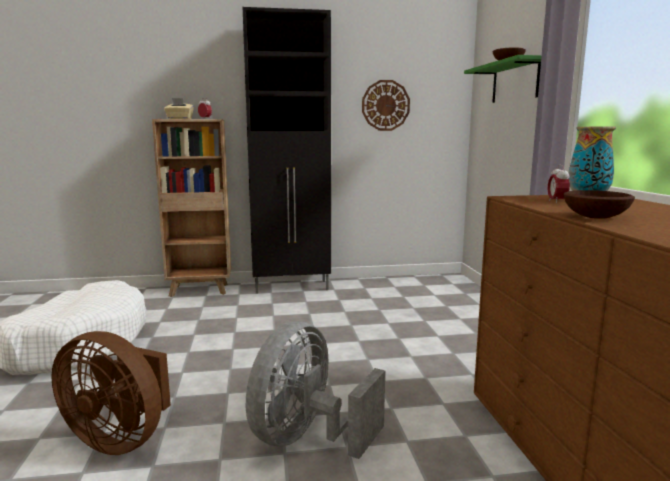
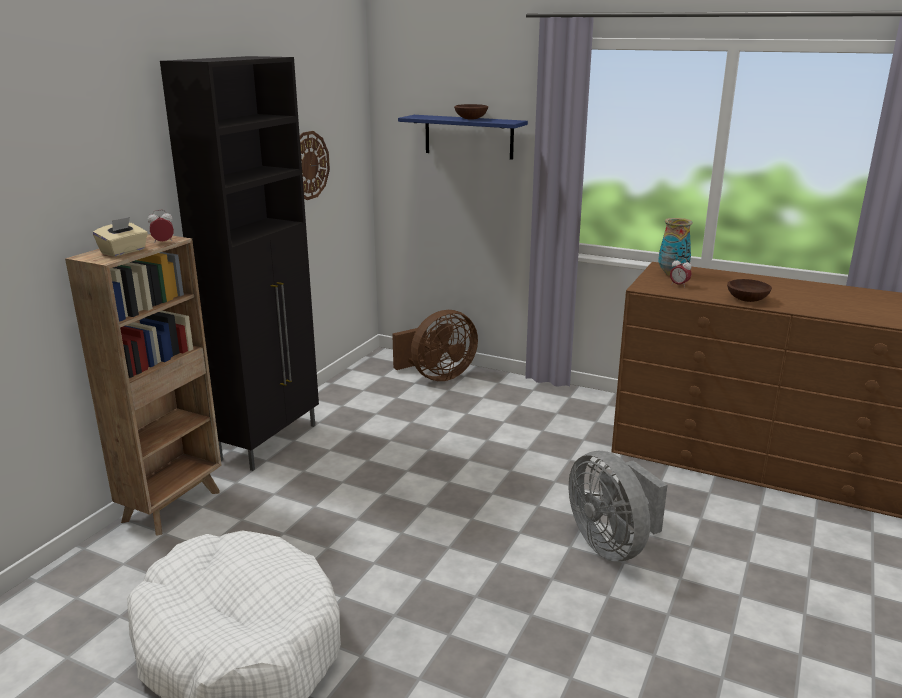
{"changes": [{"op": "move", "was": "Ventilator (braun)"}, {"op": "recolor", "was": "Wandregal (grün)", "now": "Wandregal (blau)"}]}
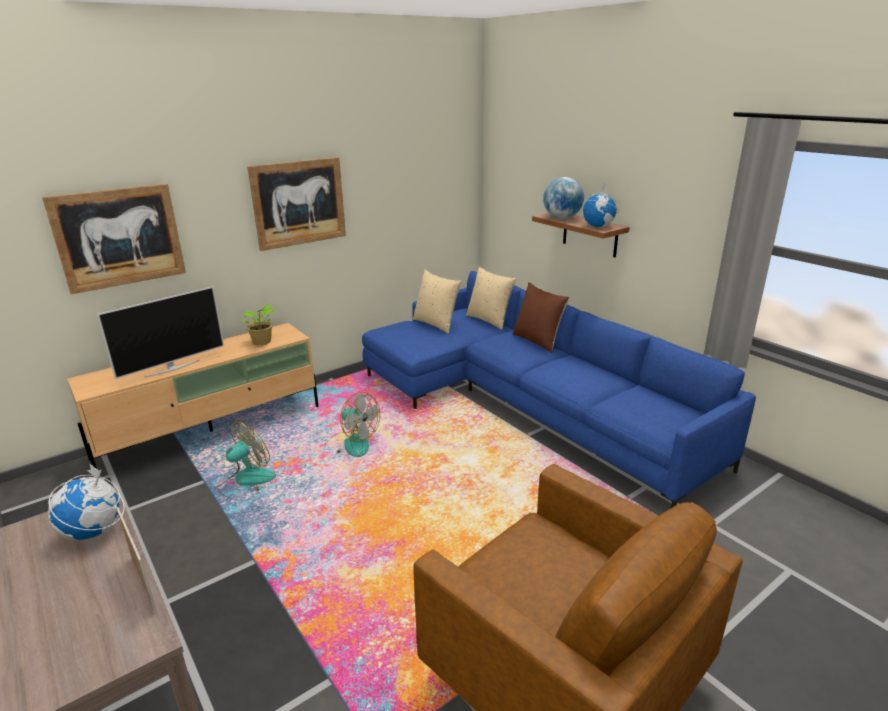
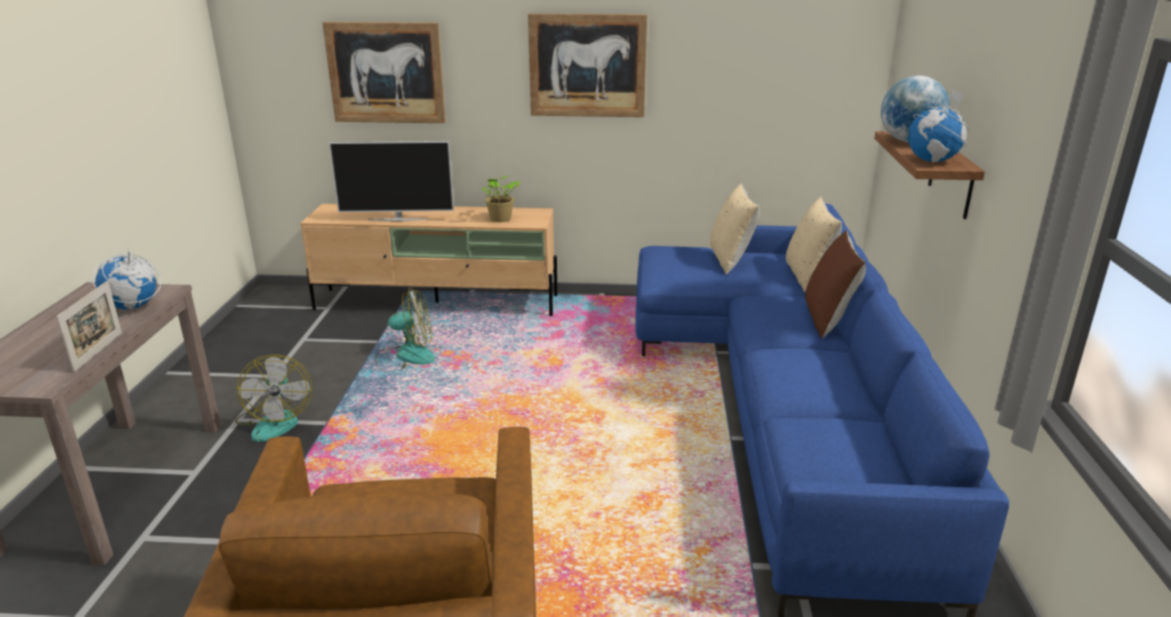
{"changes": [{"op": "move", "was": "Ventilator (2nd from left in the first image)", "now": "Ventilator (1st from left)"}]}
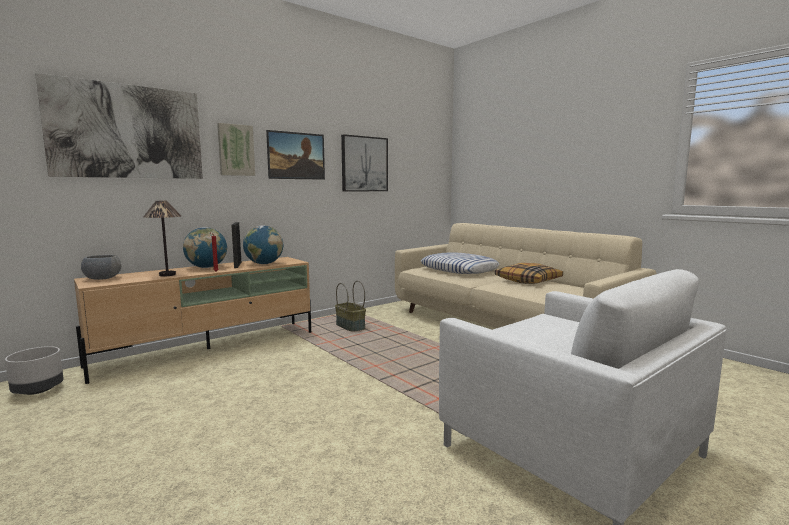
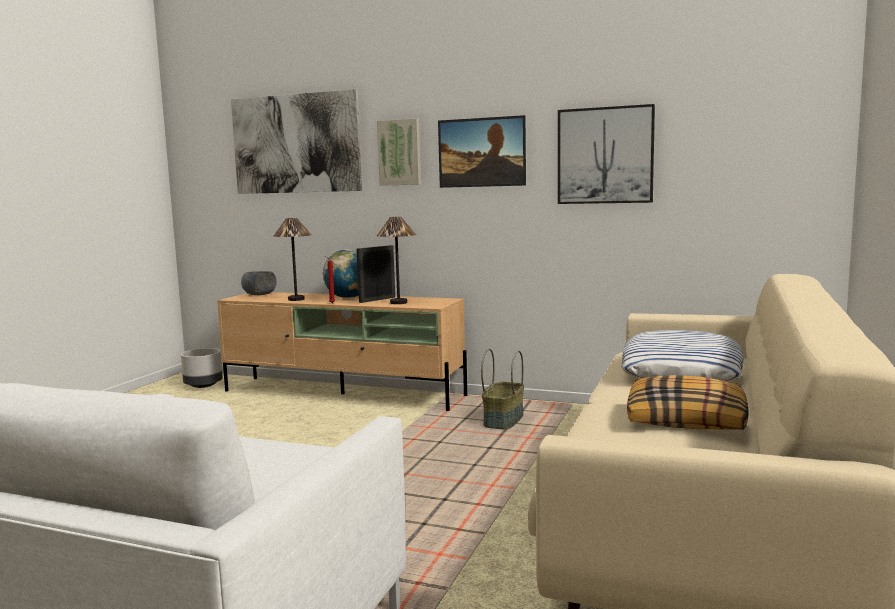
{"changes": [{"op": "replace", "was": "Globus (2nd from left)", "now": "Tischlampe (2nd from left)"}]}
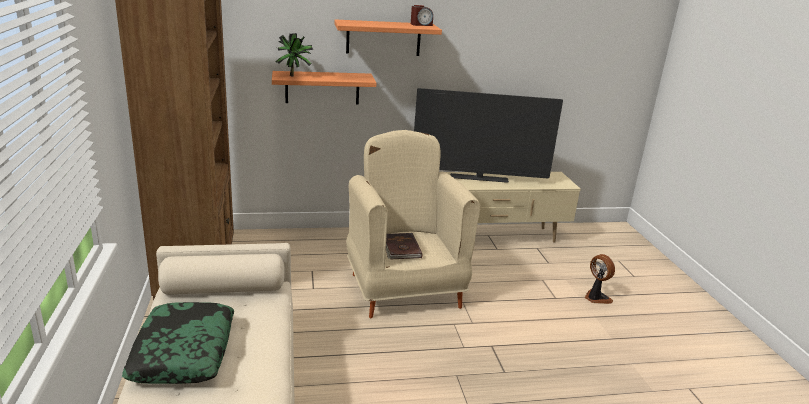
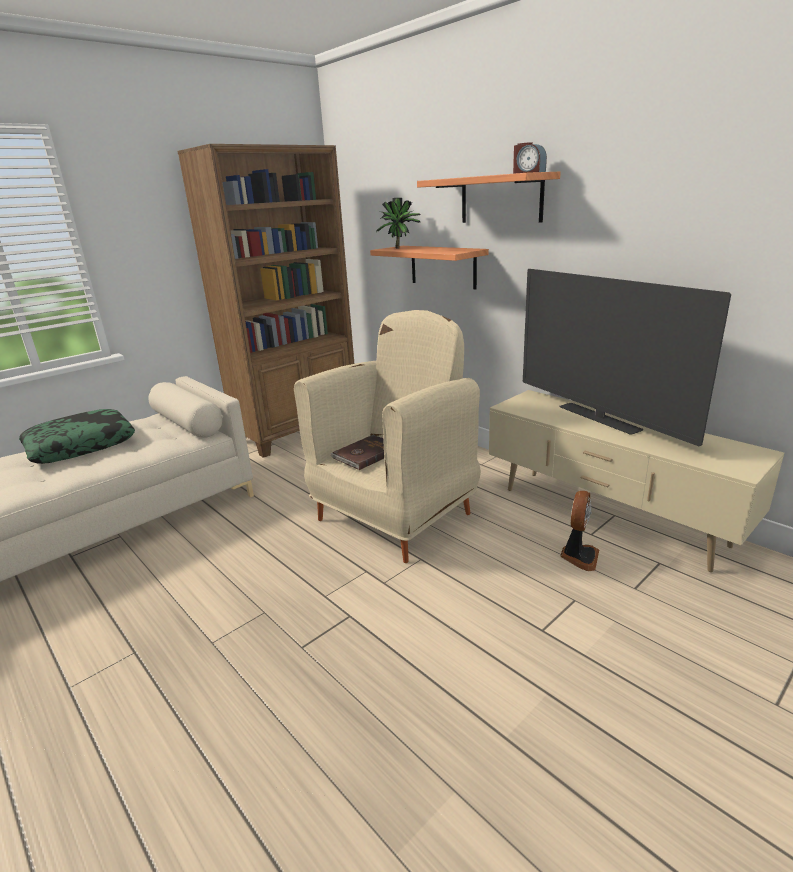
{"changes": [{"op": "move", "was": "Ventilator"}]}
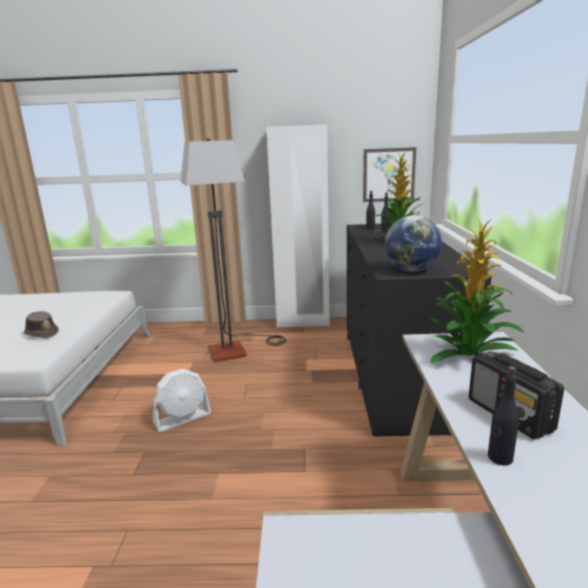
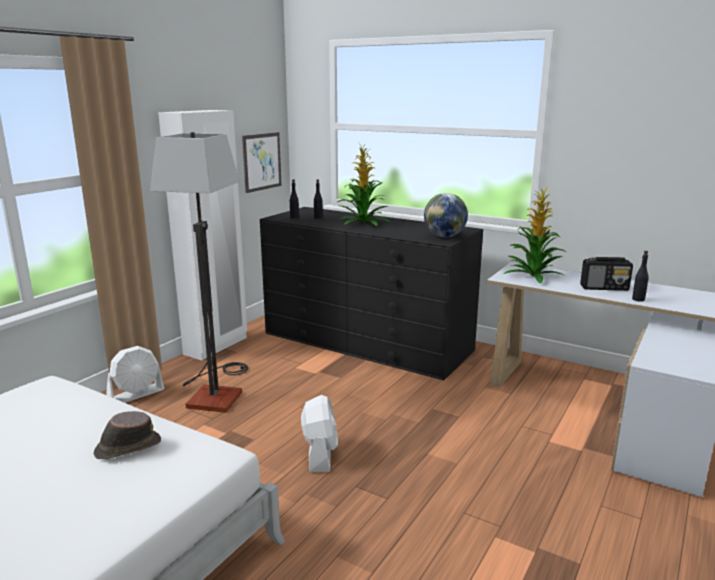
{"changes": [{"op": "insert", "now": "Ventilator (weiß) (1st from left)"}]}
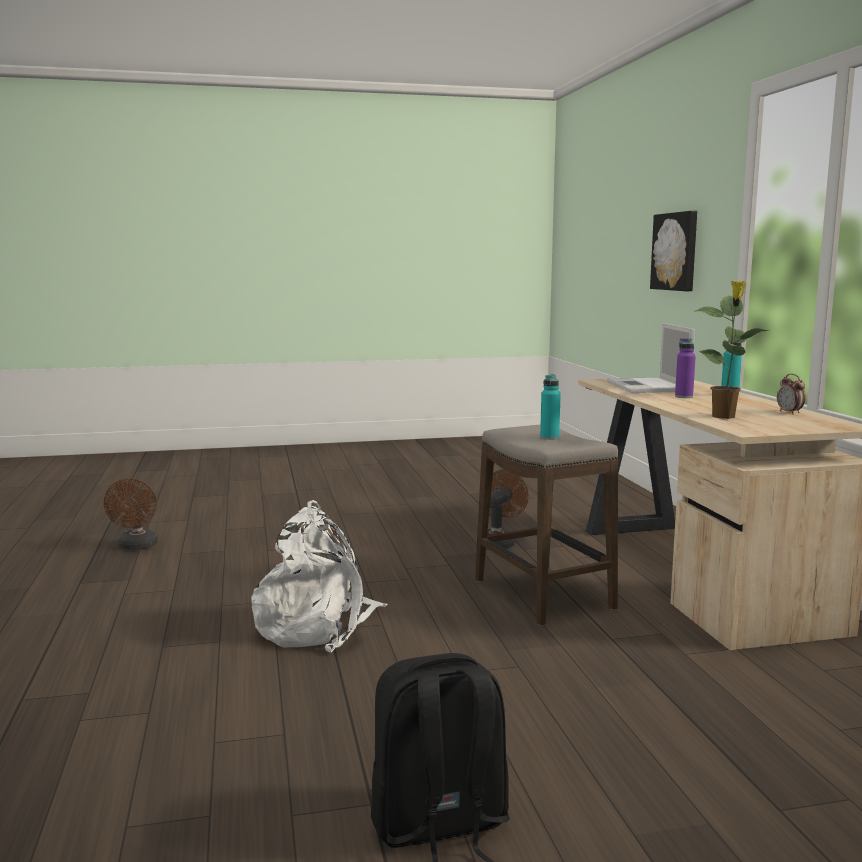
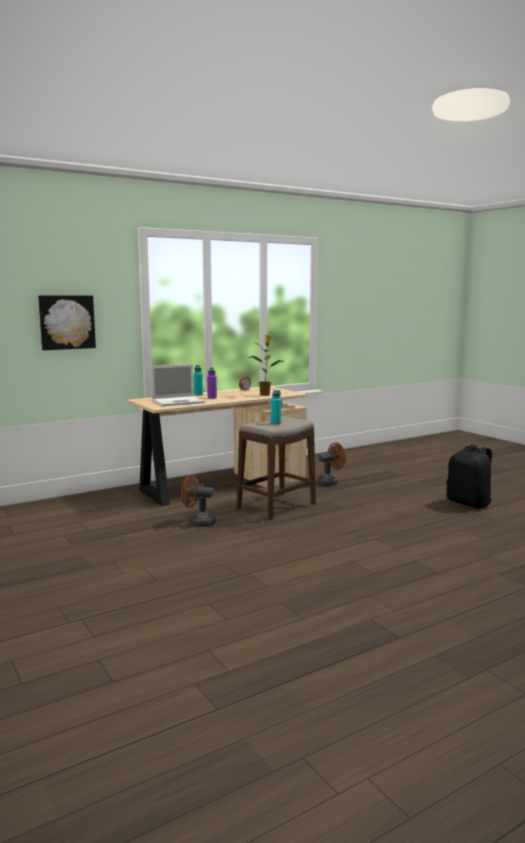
{"changes": [{"op": "delete", "was": "Rucksack (weiß)"}, {"op": "move", "was": "Ventilator (braun) (1st from left in the first image)", "now": "Ventilator (braun) (2nd from left)"}]}
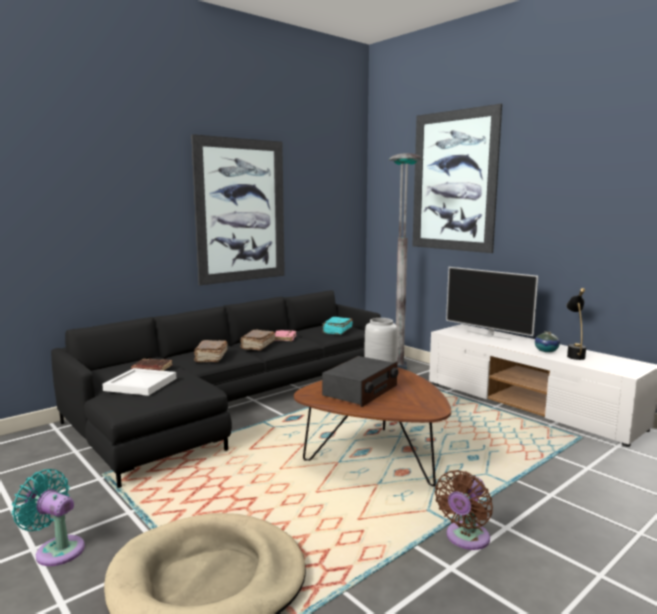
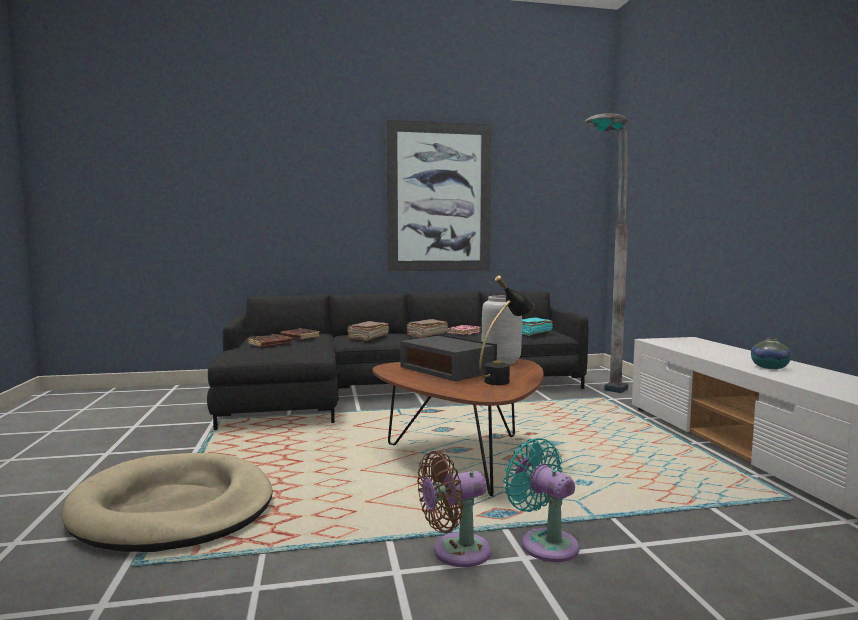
{"changes": [{"op": "delete", "was": "Bild (2nd from left)"}, {"op": "delete", "was": "Fernseher"}, {"op": "move", "was": "Ventilator (türkis)"}, {"op": "move", "was": "Tischlampe (schwarz)"}, {"op": "replace", "was": "Tablett (weiß)", "now": "Buch (braun) (1st from left)"}, {"op": "rotate", "was": "Radio", "clockwise": -105}]}
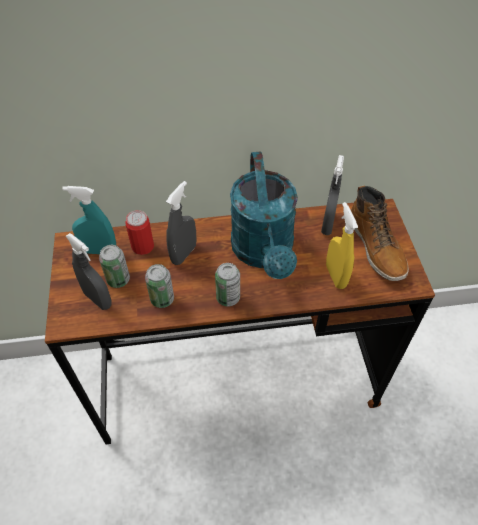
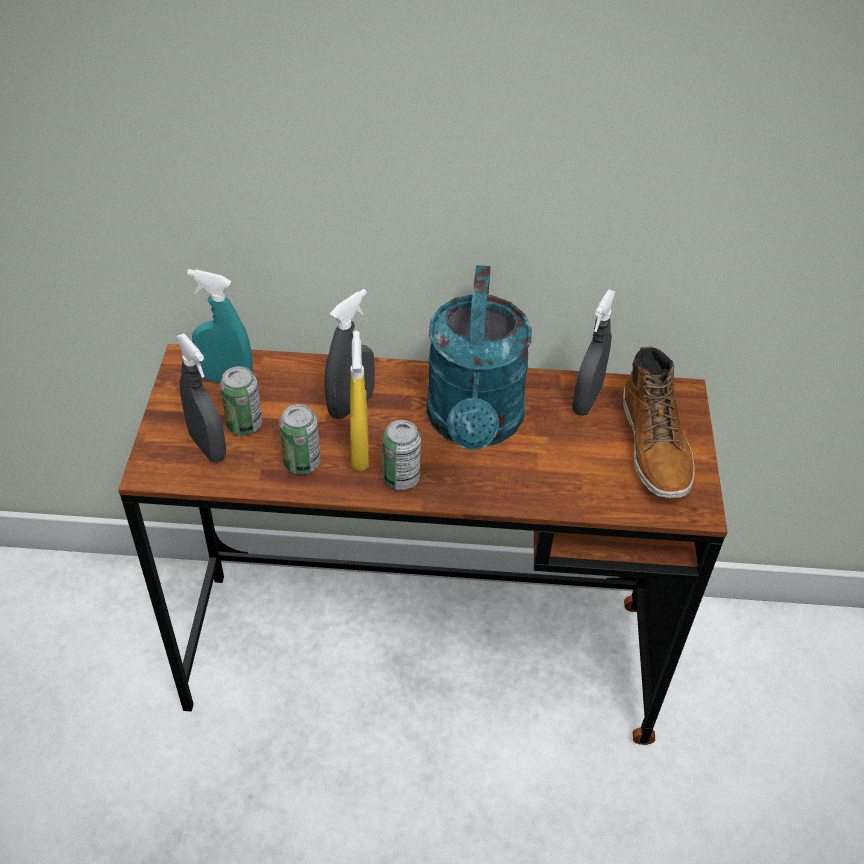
{"changes": [{"op": "delete", "was": "Dose (2nd from left)"}, {"op": "move", "was": "Sprühflasche (gelb)"}]}
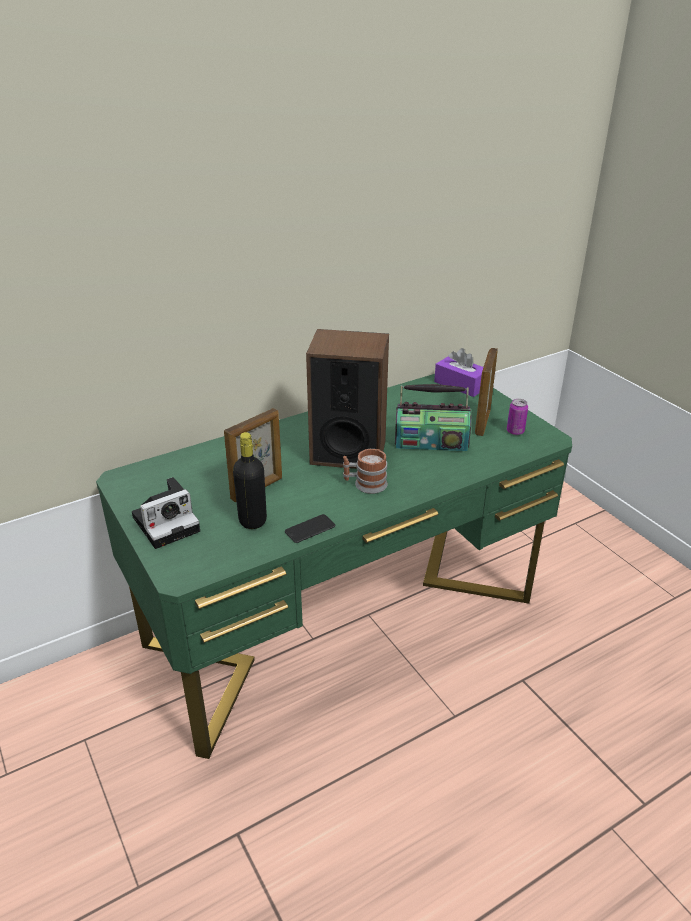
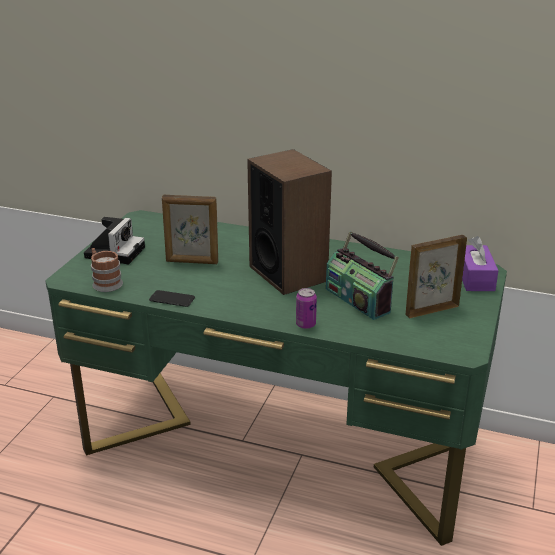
{"changes": [{"op": "delete", "was": "Flasche (schwarz)"}, {"op": "move", "was": "Henkelbecher"}, {"op": "move", "was": "Dose"}, {"op": "rotate", "was": "Kamera", "clockwise": -90}]}
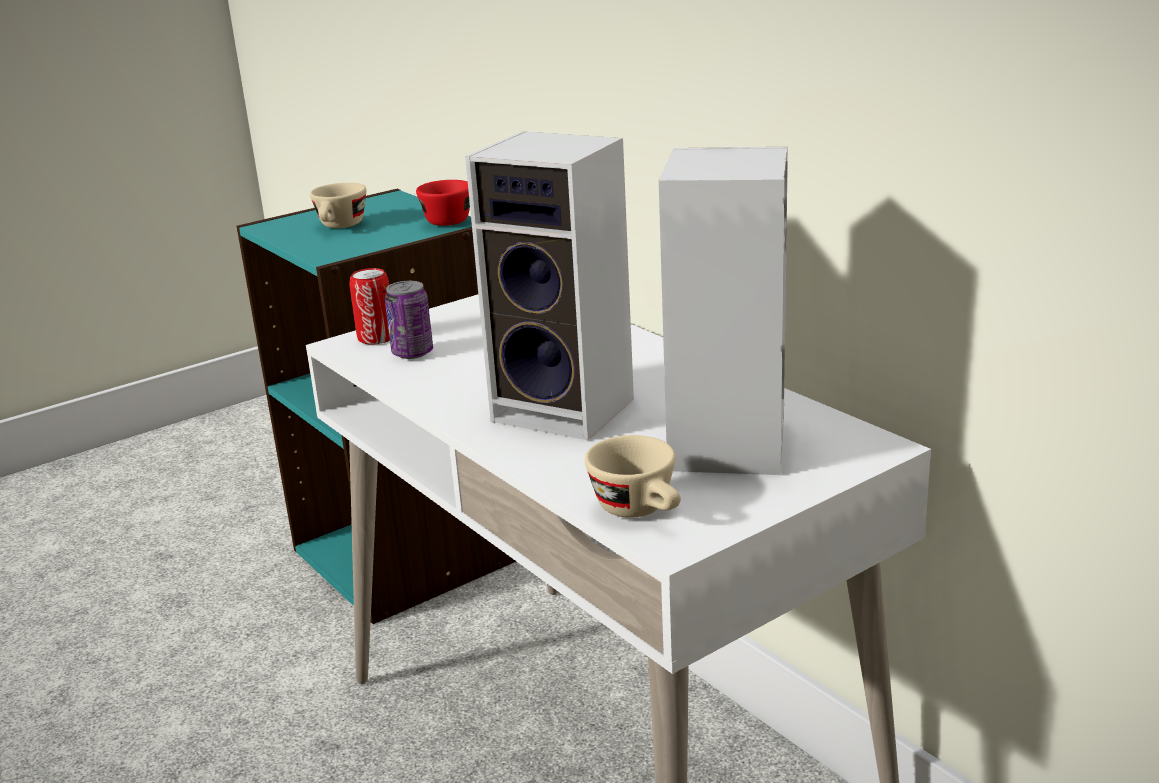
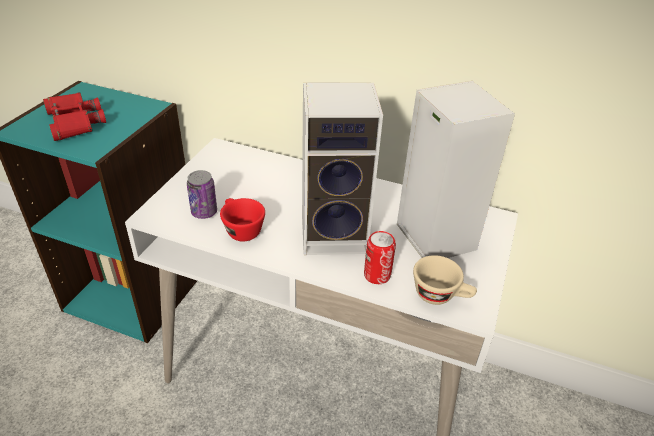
{"changes": [{"op": "move", "was": "Dose (1st from left in the first image)", "now": "Dose (2nd from left)"}, {"op": "move", "was": "Tasse (rot)"}, {"op": "replace", "was": "Tasse (beige) (1st from left)", "now": "Fernglas (rot)"}]}
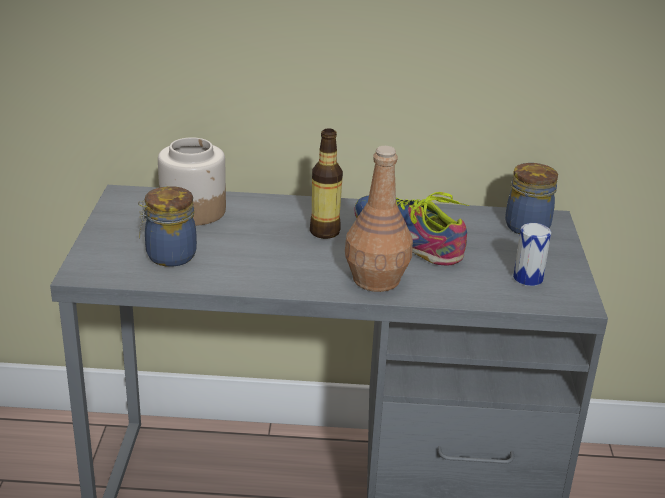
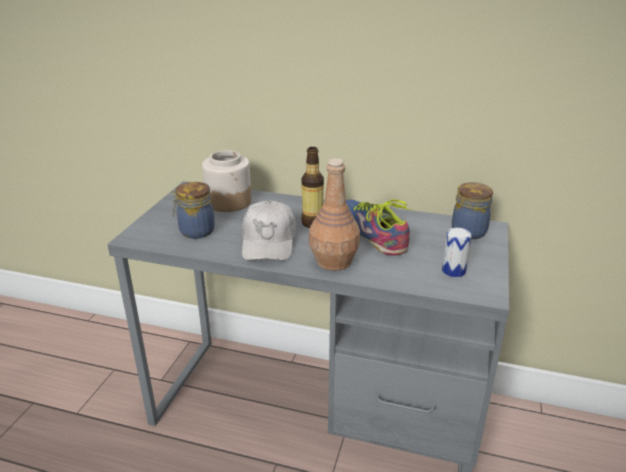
{"changes": [{"op": "insert", "now": "Kappe (weiß)"}]}
